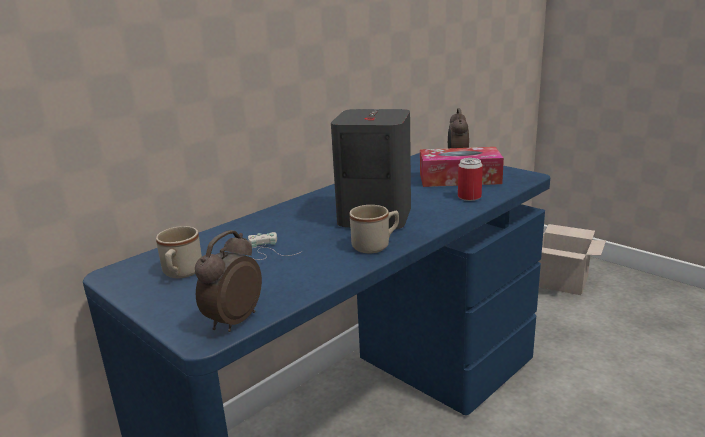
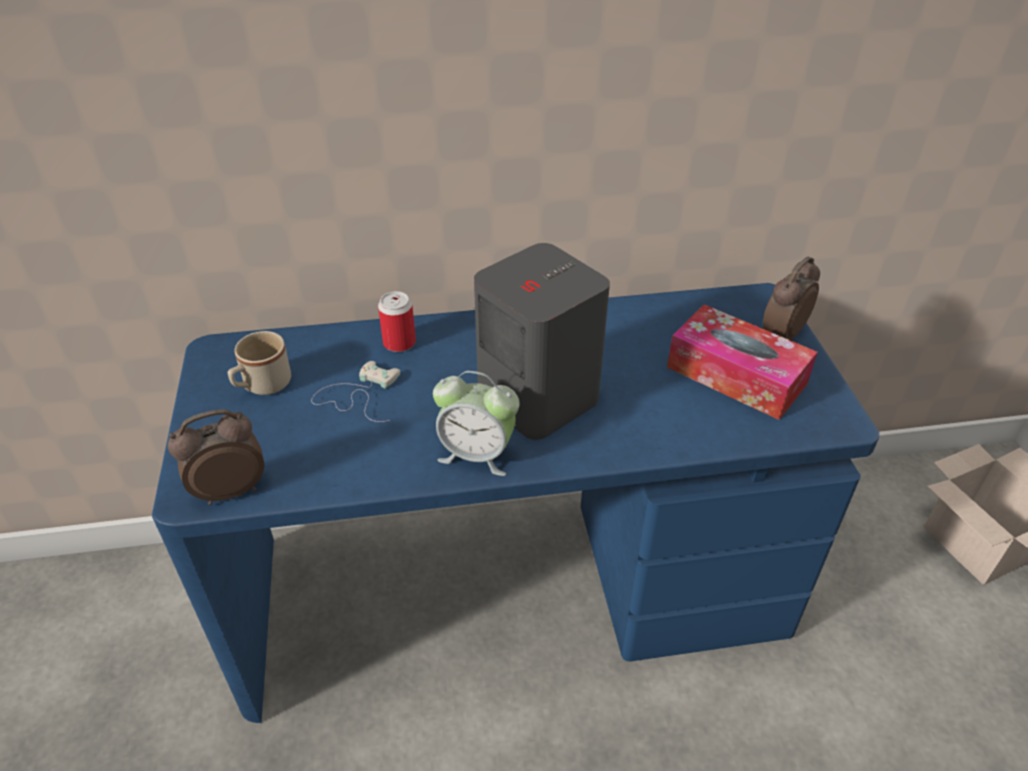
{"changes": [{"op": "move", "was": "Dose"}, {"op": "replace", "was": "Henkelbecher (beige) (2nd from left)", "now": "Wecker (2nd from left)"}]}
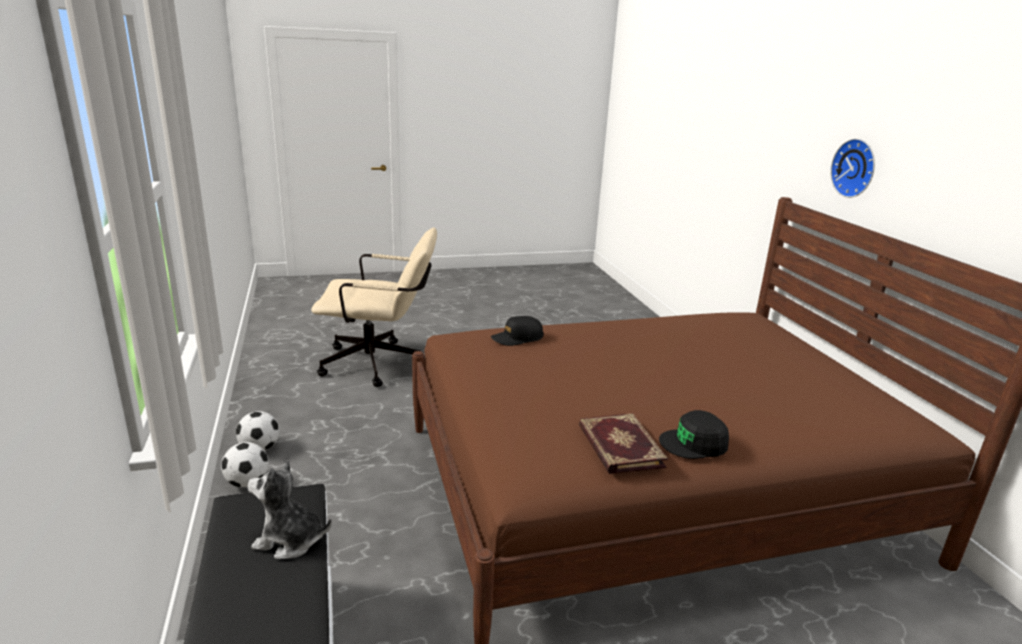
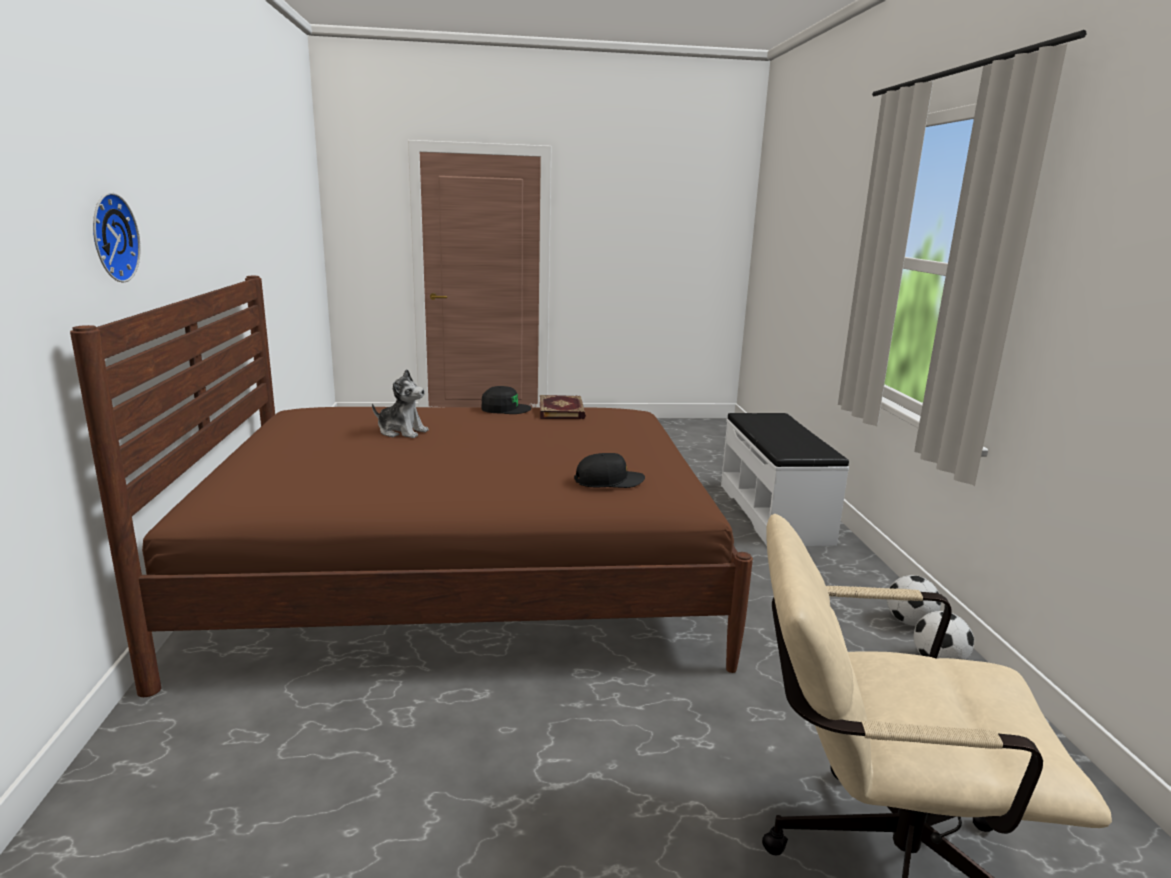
{"changes": [{"op": "move", "was": "Plüschtier"}]}
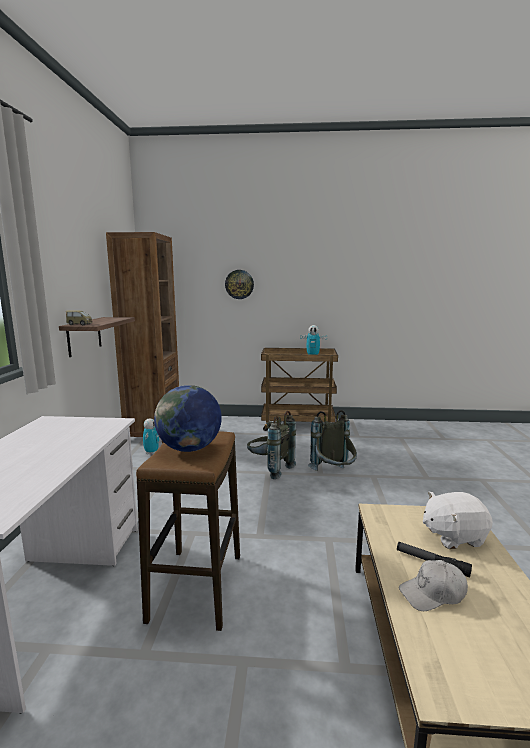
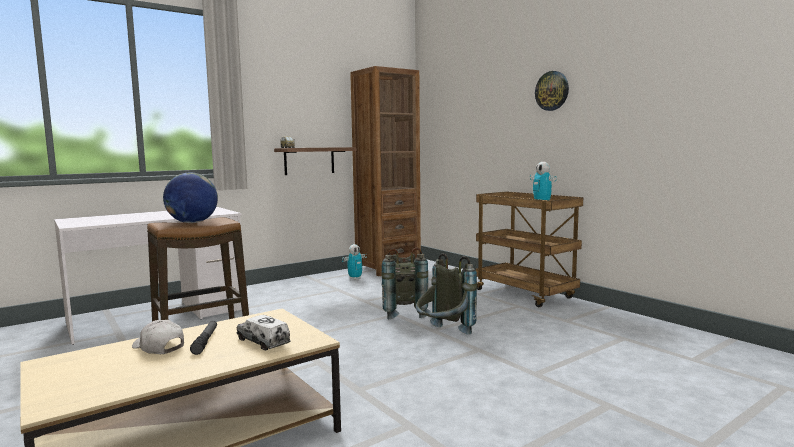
{"changes": [{"op": "move", "was": "Wanduhr"}, {"op": "replace", "was": "Plüschtier (weiß)", "now": "Spielzeuglaster"}]}
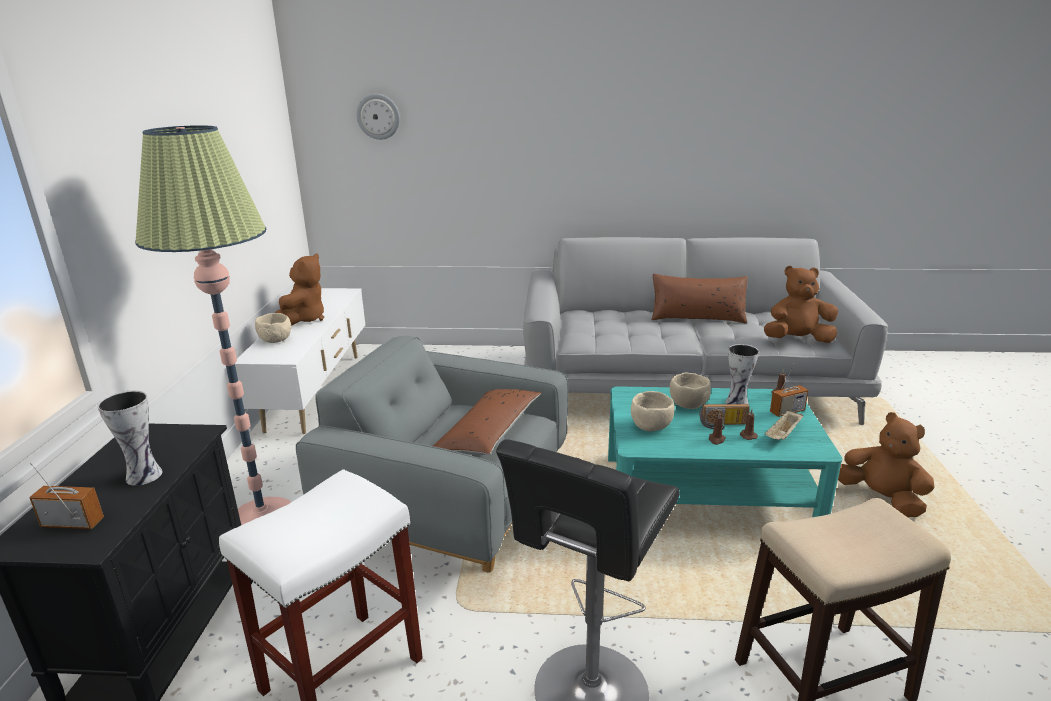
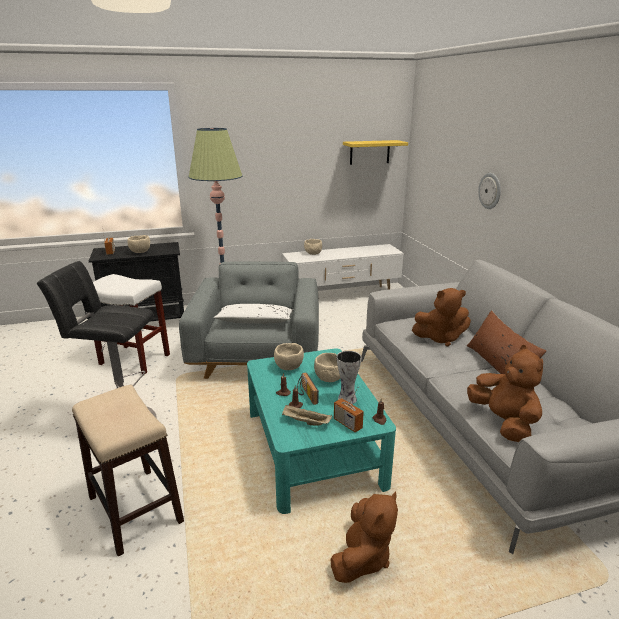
{"changes": [{"op": "insert", "now": "Wandregal (gelb)"}, {"op": "move", "was": "Plüschtier (braun) (1st from left in the first image)", "now": "Plüschtier (braun) (2nd from left)"}, {"op": "move", "was": "Wanduhr"}, {"op": "replace", "was": "Vase (1st from left)", "now": "Schüssel (beige) (1st from left)"}, {"op": "recolor", "was": "Kissen (braun) (1st from left)", "now": "Kissen (weiß)"}]}
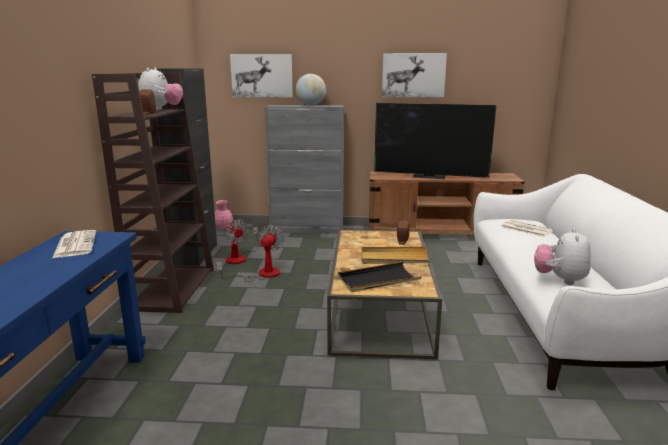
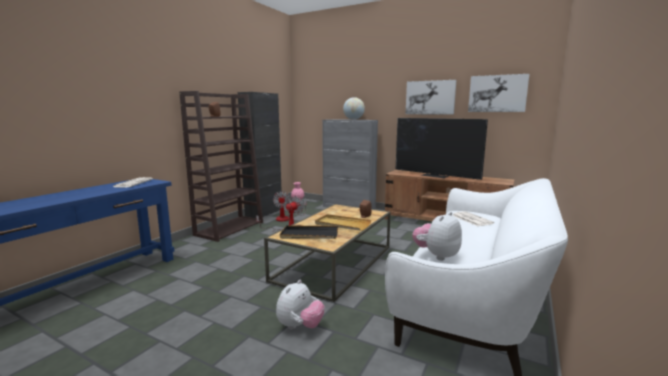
{"changes": [{"op": "move", "was": "Plüschtier (1st from left)"}, {"op": "move", "was": "Bild (1st from left in the first image)", "now": "Bild (2nd from left)"}]}
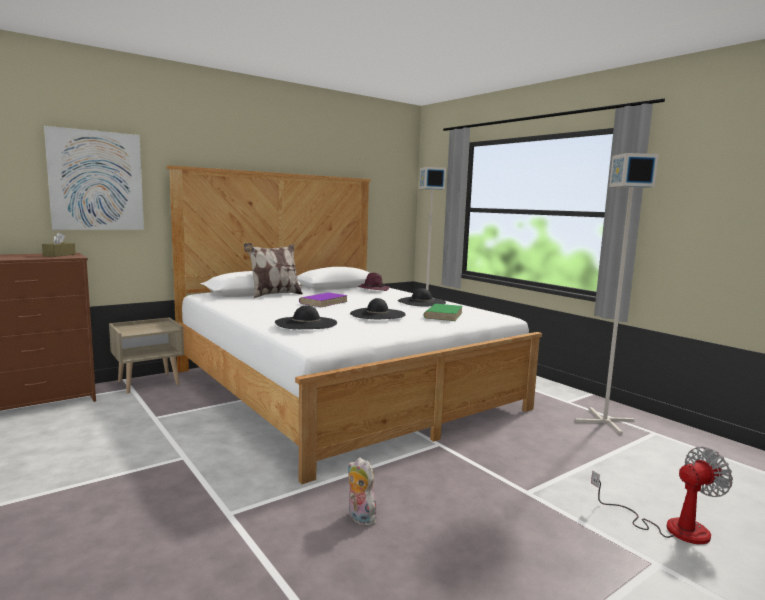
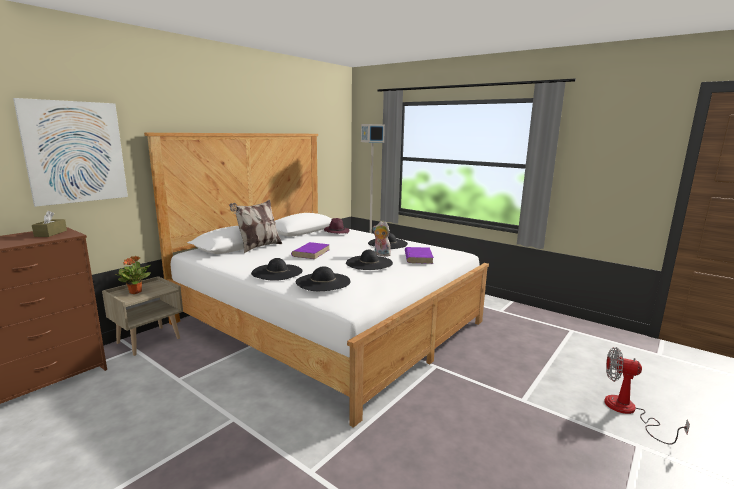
{"changes": [{"op": "delete", "was": "Stehlampe (grau) (2nd from left)"}, {"op": "insert", "now": "Topfpflanze"}, {"op": "insert", "now": "Hut (schwarz) (1st from left)"}, {"op": "move", "was": "Plüschtier"}, {"op": "recolor", "was": "Buch (grün)", "now": "Buch (lila) (2nd from left)"}, {"op": "rotate", "was": "Ventilator", "clockwise": -120}]}
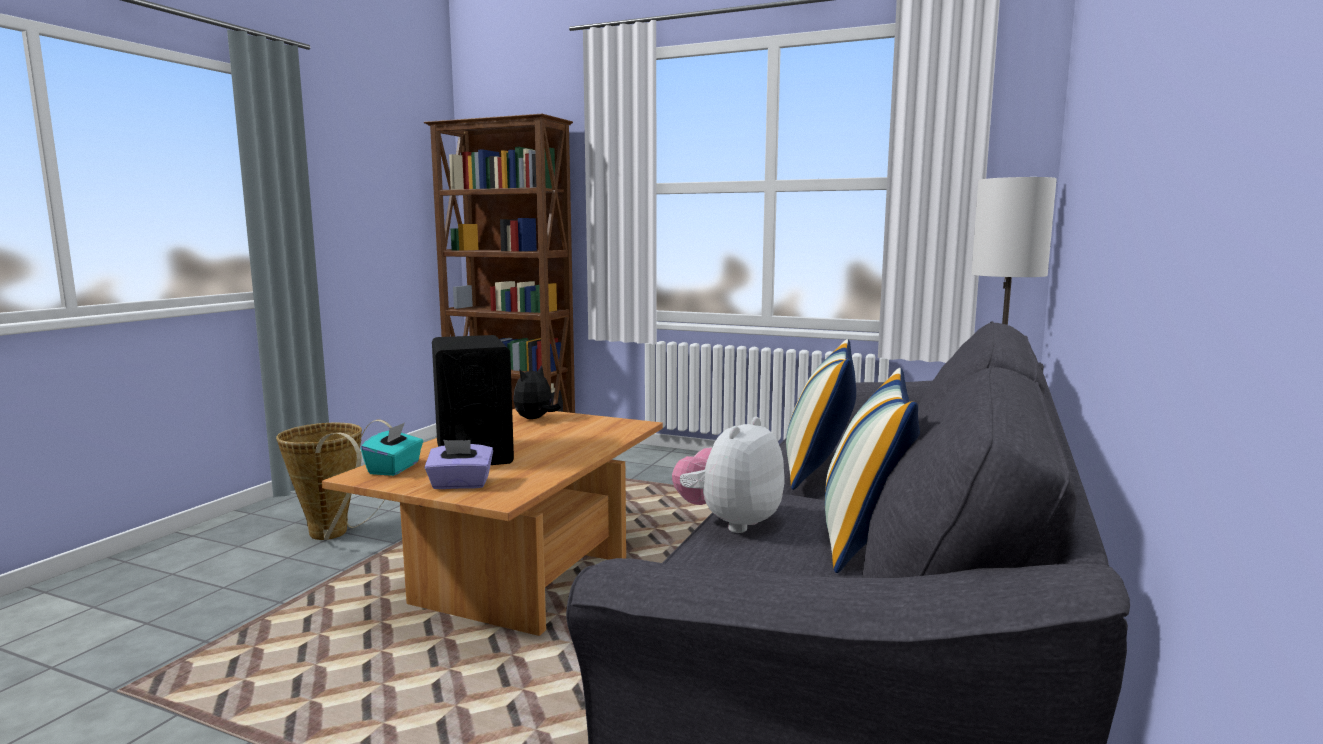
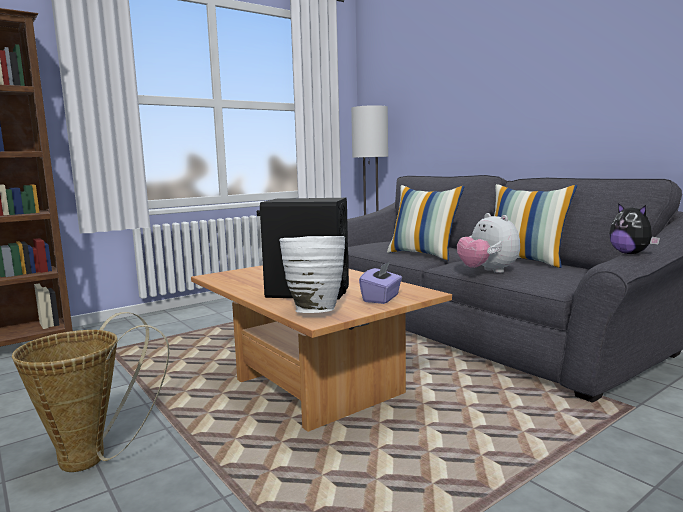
{"changes": [{"op": "move", "was": "Plüschtier (1st from left in the first image)", "now": "Plüschtier (2nd from left)"}, {"op": "replace", "was": "Taschentuchbox (türkis)", "now": "Vase (weiß)"}]}
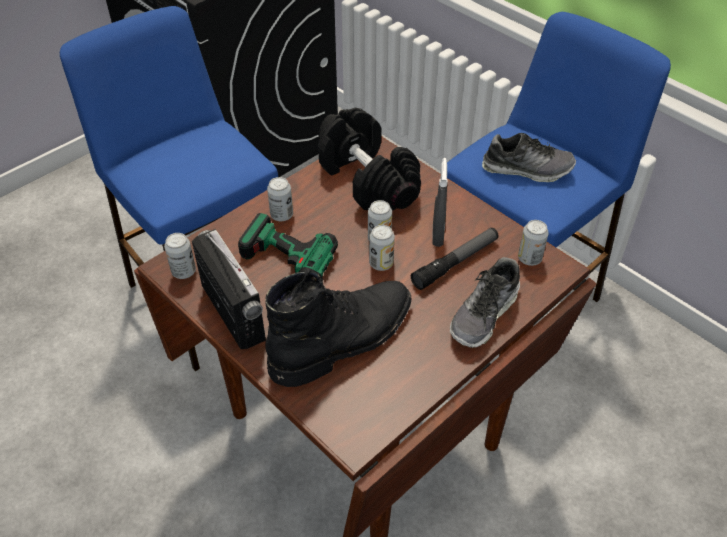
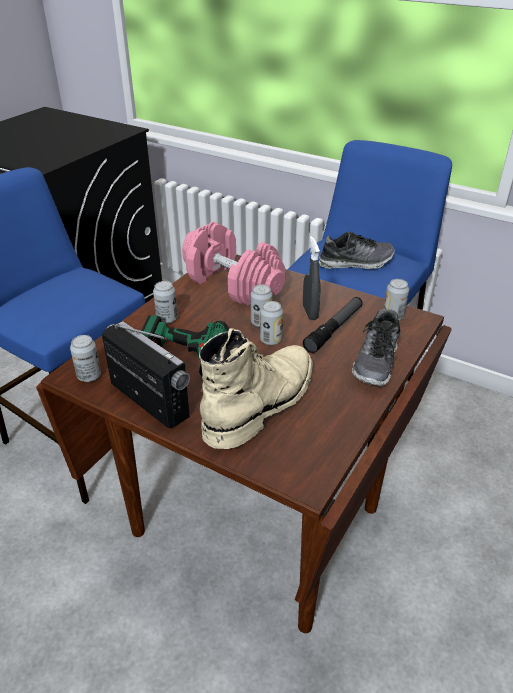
{"changes": [{"op": "recolor", "was": "Stiefel (schwarz)", "now": "Stiefel (beige)"}, {"op": "recolor", "was": "Hantel (schwarz)", "now": "Hantel (rosa)"}]}
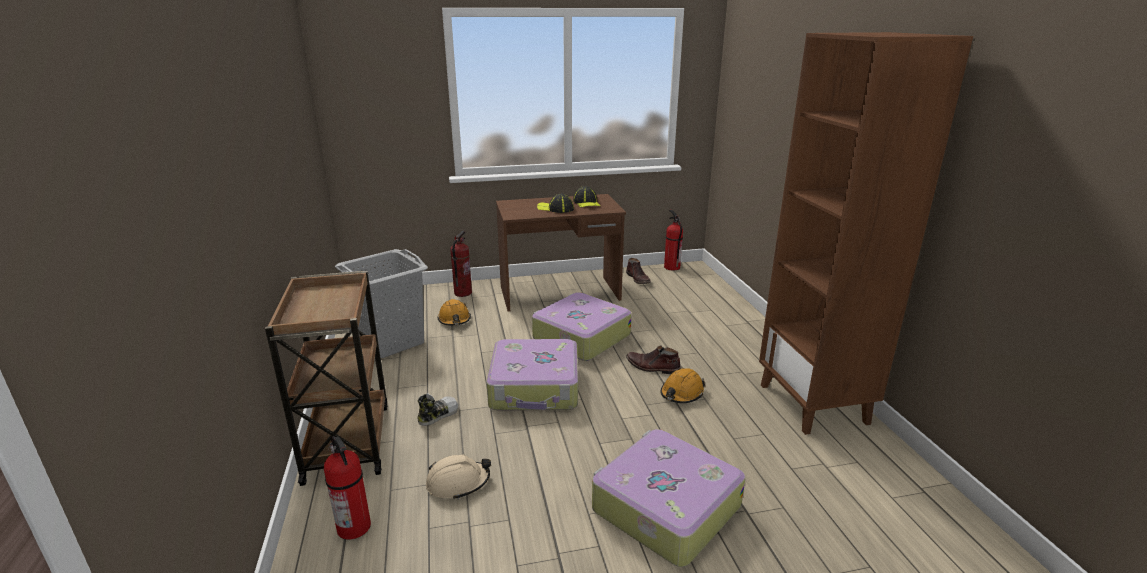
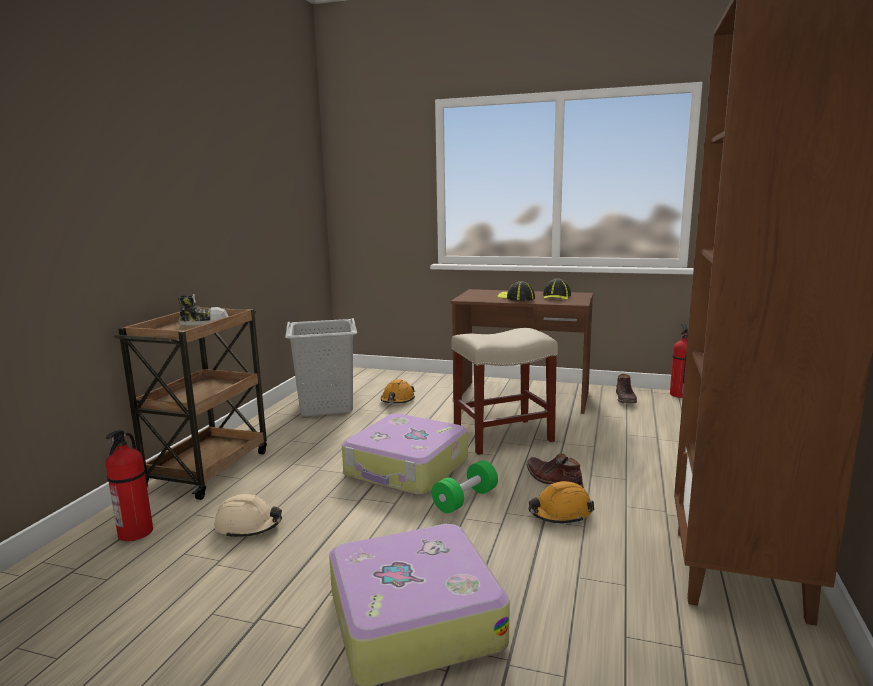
{"changes": [{"op": "delete", "was": "Feuerlöscher (2nd from left)"}, {"op": "insert", "now": "Hantel (grün)"}, {"op": "move", "was": "Schuh"}, {"op": "replace", "was": "Koffer (2nd from left)", "now": "Hocker (beige)"}]}
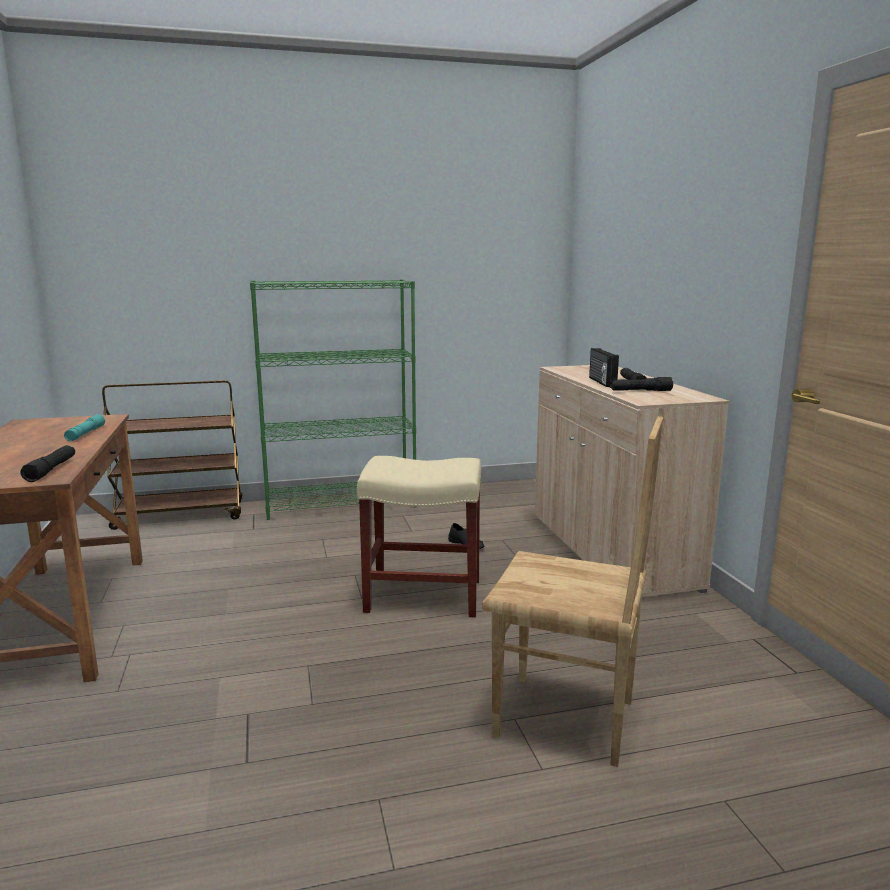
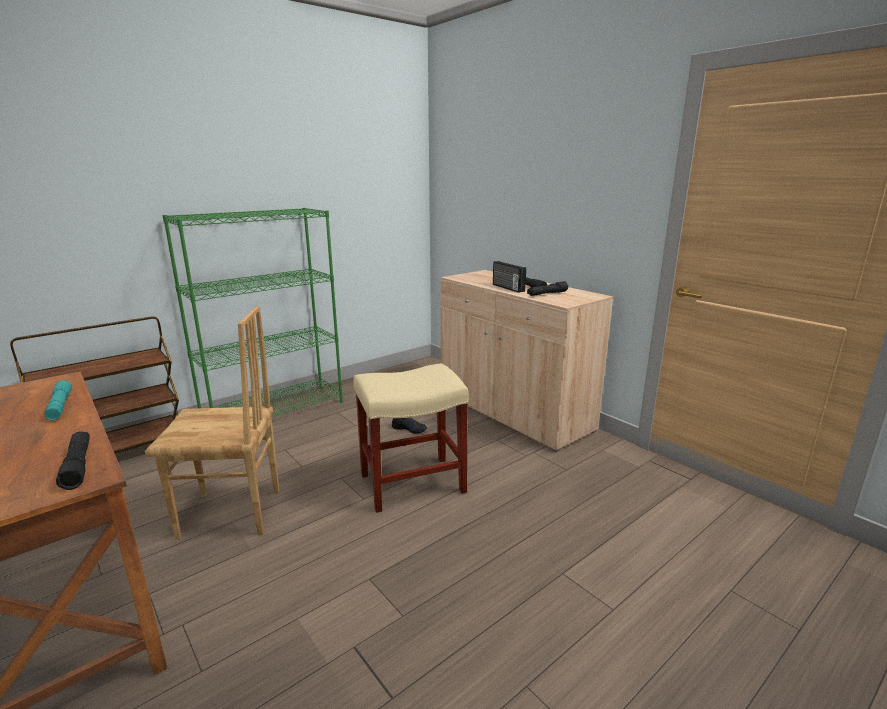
{"changes": [{"op": "move", "was": "Stuhl (braun)"}]}
